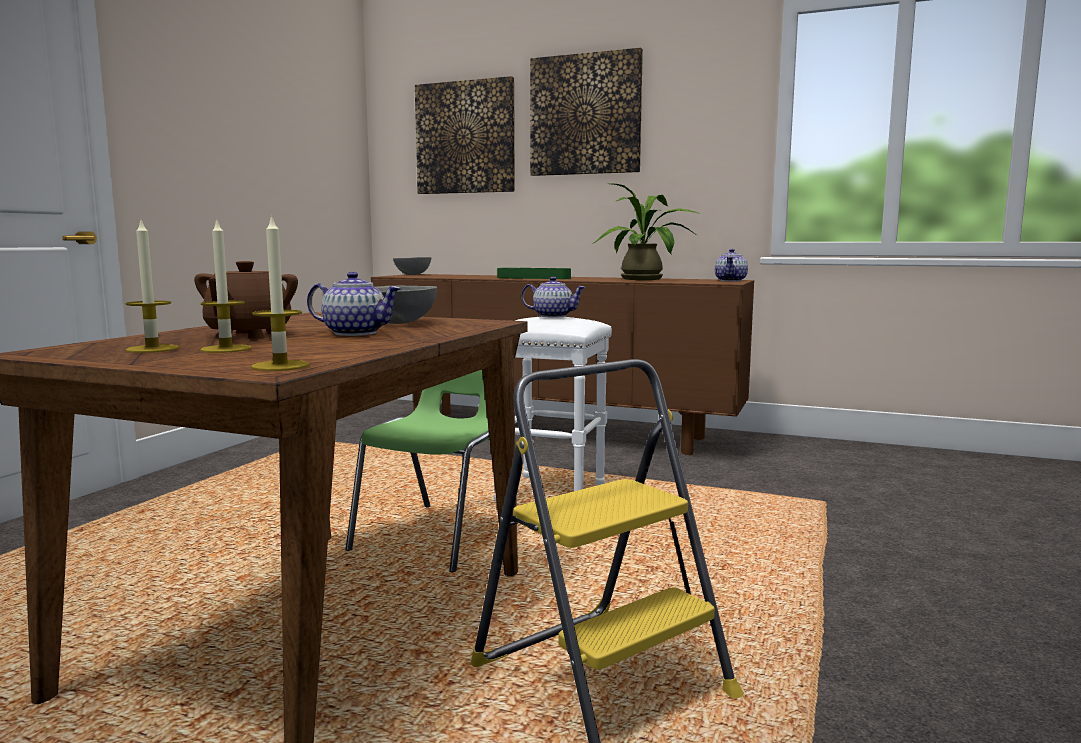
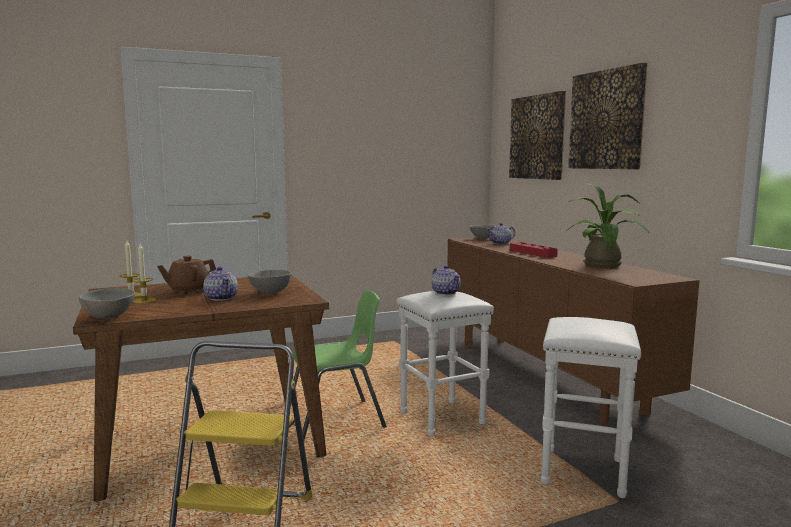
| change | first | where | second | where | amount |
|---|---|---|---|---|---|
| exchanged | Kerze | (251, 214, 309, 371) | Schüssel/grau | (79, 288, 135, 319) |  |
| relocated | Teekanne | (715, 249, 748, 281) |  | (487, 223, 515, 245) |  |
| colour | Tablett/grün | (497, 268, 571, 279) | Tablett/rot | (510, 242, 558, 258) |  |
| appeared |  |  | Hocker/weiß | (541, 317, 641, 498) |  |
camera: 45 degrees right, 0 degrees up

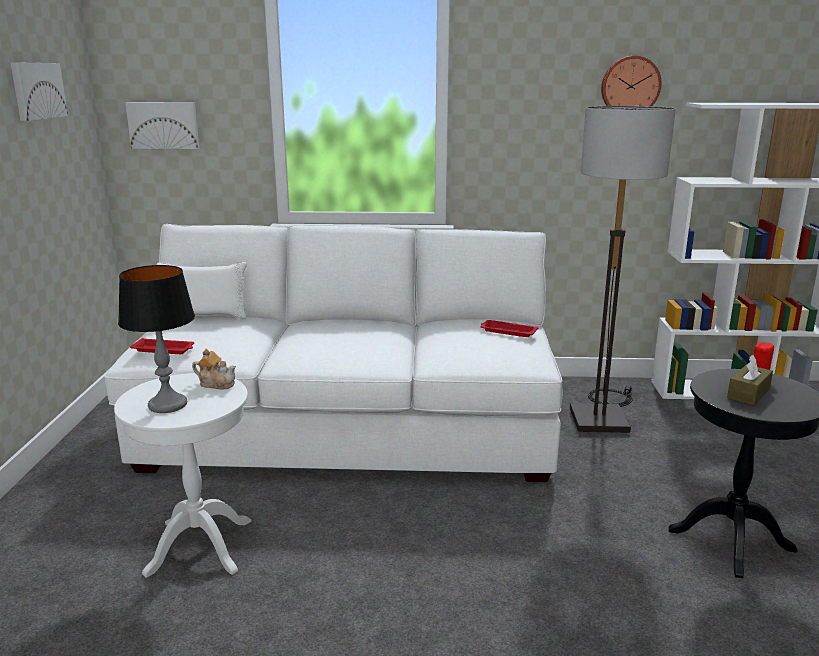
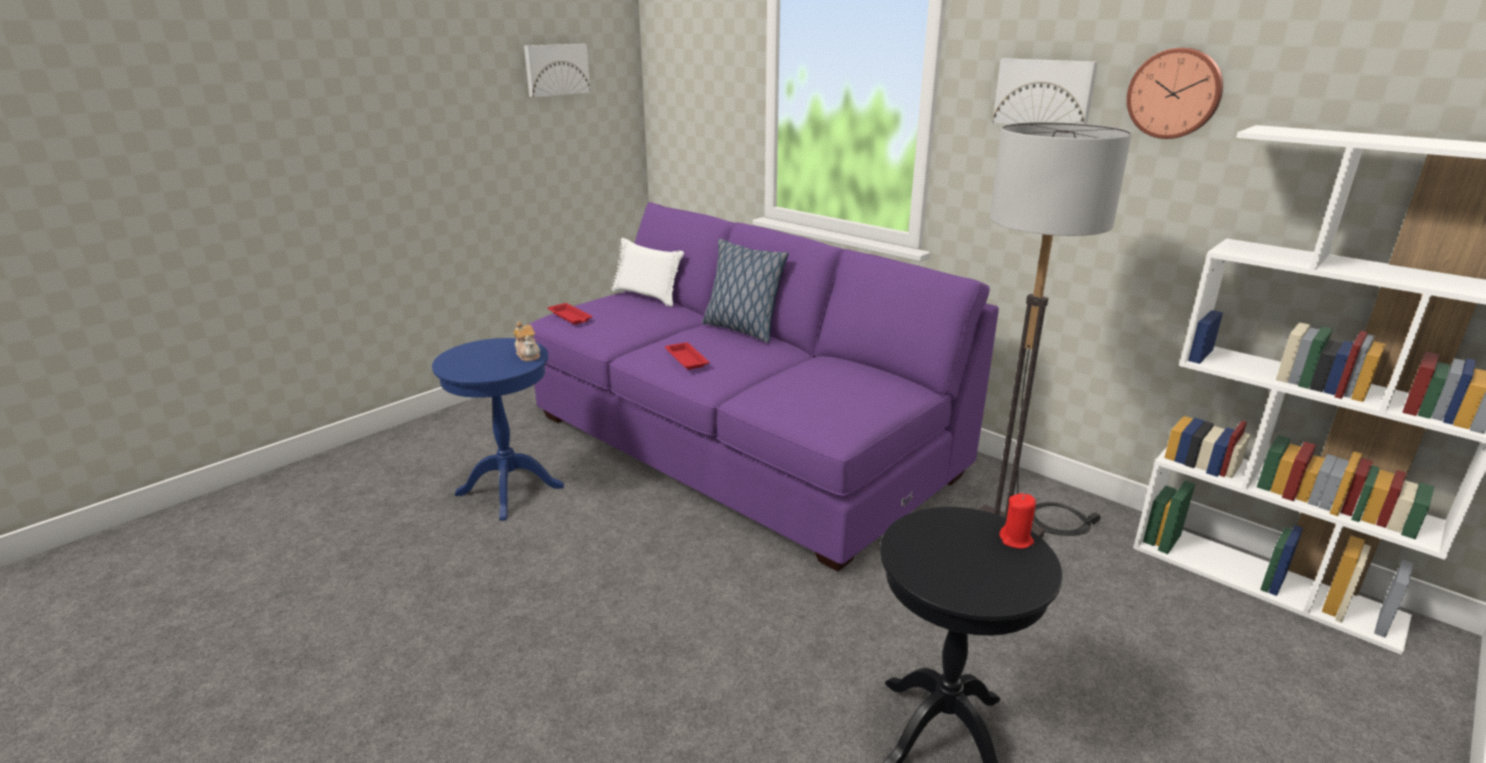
| change | first | where | second | where | amount |
|---|---|---|---|---|---|
| relocated | Bild | (125, 102, 199, 149) |  | (993, 58, 1098, 124) |  |
| colour | Sofa/weiß | (104, 224, 563, 482) | Sofa/lila | (528, 202, 999, 572) |  |
| missing | Tischlampe | (118, 265, 195, 413) |  |  |  |
| relocated | Tablett/rot | (481, 320, 539, 337) |  | (665, 342, 709, 370) |  |
| missing | Taschentuchbox/braun | (727, 355, 773, 405) |  |  |  |
| colour | Beistelltisch/weiß | (114, 373, 252, 578) | Beistelltisch/blau | (432, 338, 564, 521) |  |
| appeared |  |  | Kissen | (702, 239, 788, 343) |  |
camera: 40 degrees right, 5 degrees up

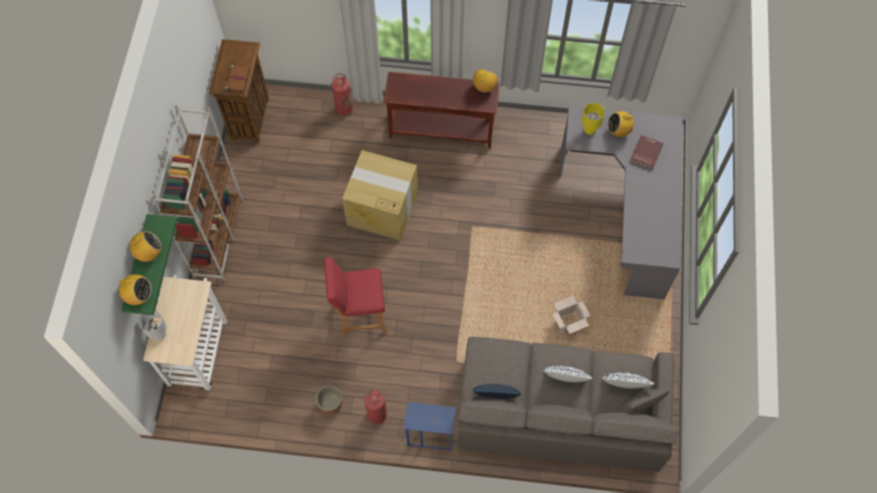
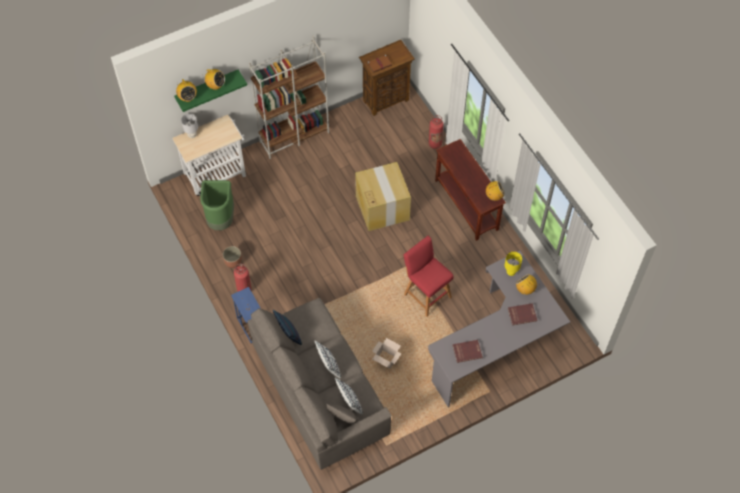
| change | first | where | second | where | amount |
|---|---|---|---|---|---|
| relocated | Hocker/rot | (324, 257, 387, 338) |  | (404, 236, 453, 317) |  |
| appeared |  |  | Mülleimer/grün | (200, 180, 234, 230) |  |
| appeared |  |  | Buch/rot | (453, 340, 483, 363) |  |
camera: 55 degrees right, 5 degrees down

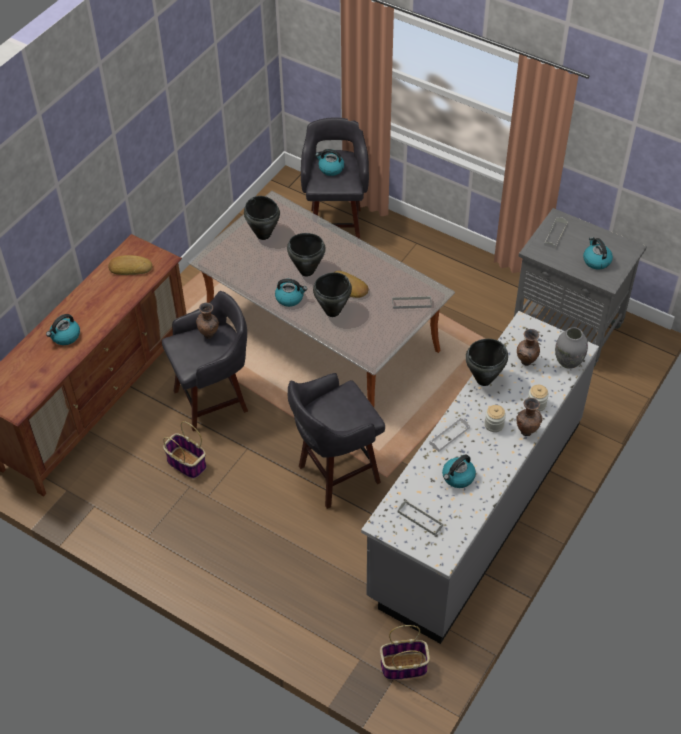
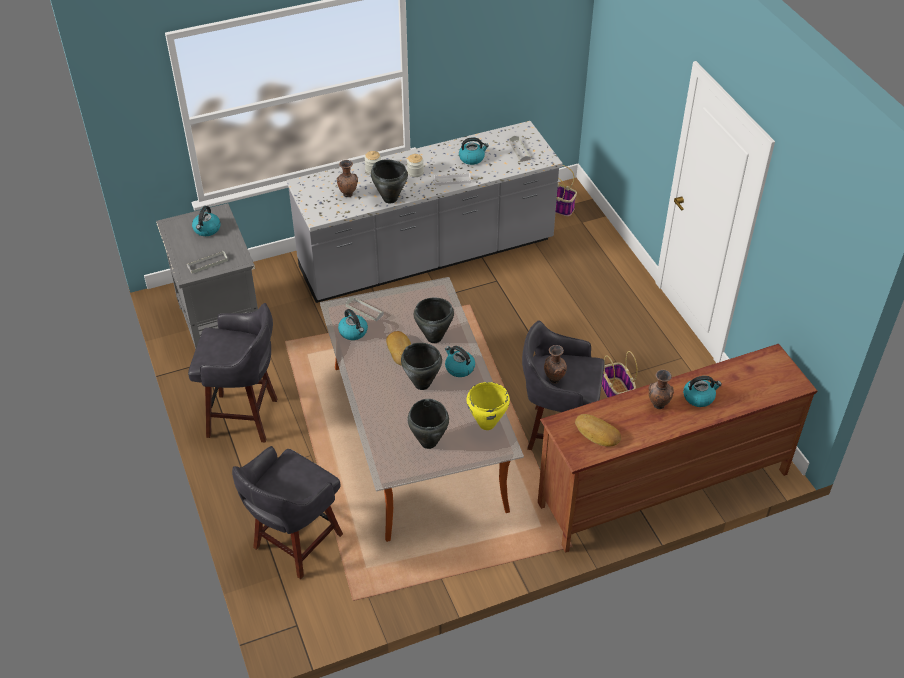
| change | first | where | second | where | amount |
|---|---|---|---|---|---|
| relocated | Wasserkessel | (315, 149, 344, 176) |  | (338, 309, 368, 340) |  |
| missing | Vase/grau | (555, 327, 588, 369) |  |  |  |
| relocated | Hocker/grau | (288, 373, 385, 509) |  | (188, 303, 277, 443) |  |
| relocated | Vase/braun | (516, 398, 543, 436) |  | (649, 369, 674, 409) |  |
| appeared |  |  | Kochtopf/gelb | (467, 382, 510, 430) |  |
camera: 145 degrees left, 5 degrees down

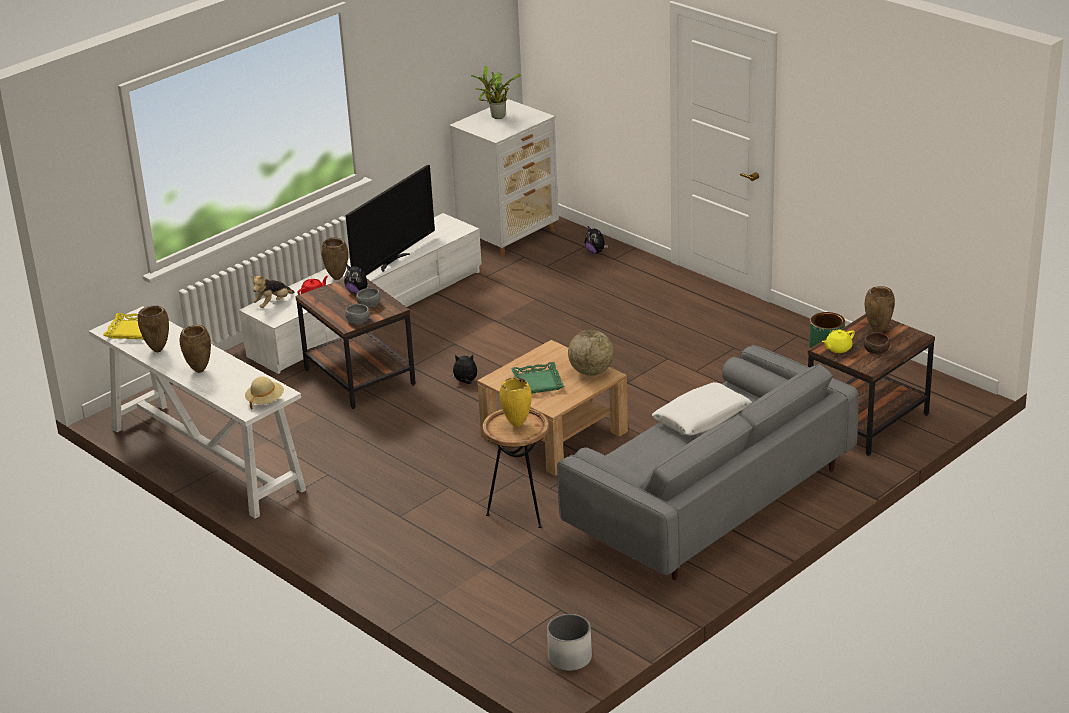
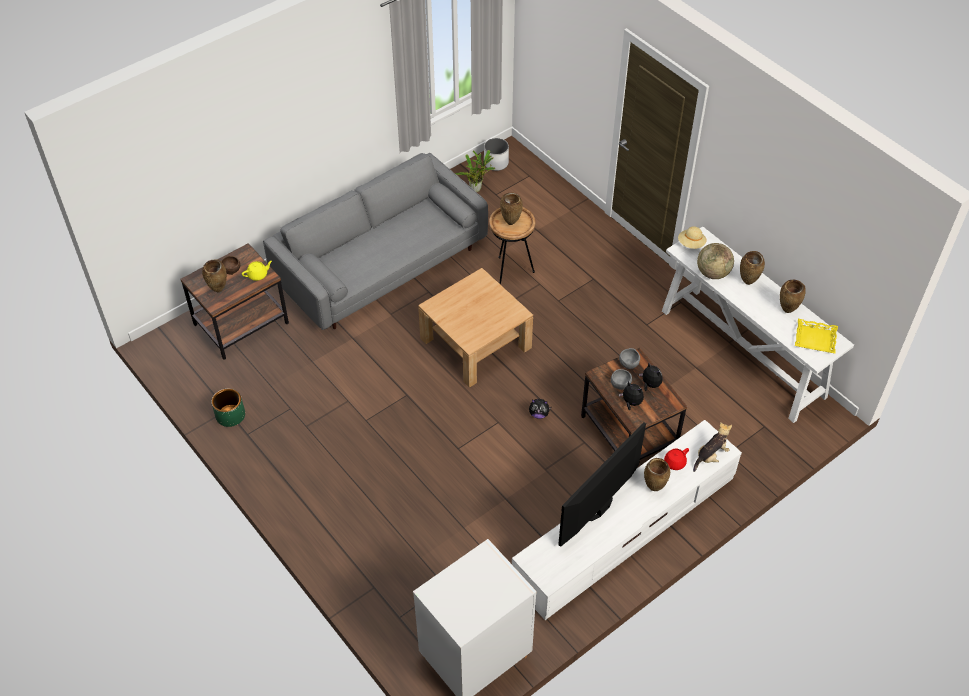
| change | first | where | second | where | amount |
|---|---|---|---|---|---|
| relocated | Topfpflanze | (471, 66, 521, 119) |  | (455, 150, 495, 192) |  |
| relocated | Plüschtier | (585, 226, 608, 254) |  | (639, 363, 663, 391) |  |
| relocated | Globus | (568, 330, 614, 376) |  | (697, 243, 734, 279) |  |
| missing | Tablett/grün | (511, 362, 564, 394) |  |  |  |
| colour | Vase/gelb | (500, 378, 532, 427) | Vase/braun | (500, 193, 523, 225) |  |
| missing | Kissen/weiß | (652, 382, 752, 436) |  |  |  |
camera: 175 degrees left, 20 degrees up

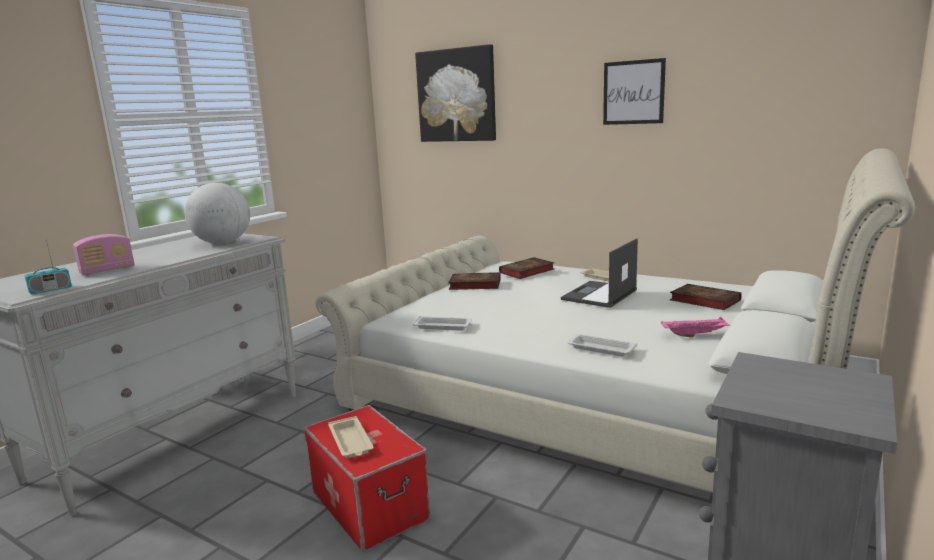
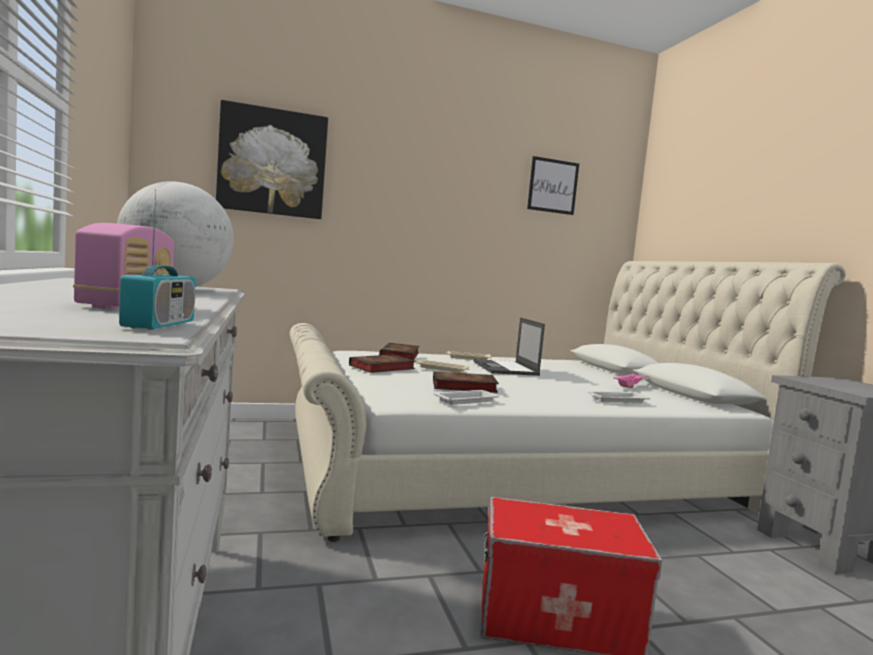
| change | first | where | second | where | amount |
|---|---|---|---|---|---|
| relocated | Bild | (603, 58, 666, 125) |  | (527, 156, 579, 215) |  |
| relocated | Buch | (670, 284, 742, 310) |  | (433, 371, 499, 393) |  |
| relocated | Tablett/beige | (328, 416, 374, 458) |  | (416, 359, 470, 373) |  |
camera: 50 degrees left, 10 degrees down

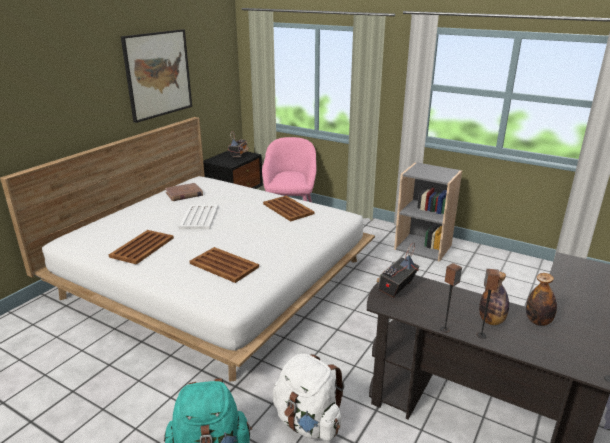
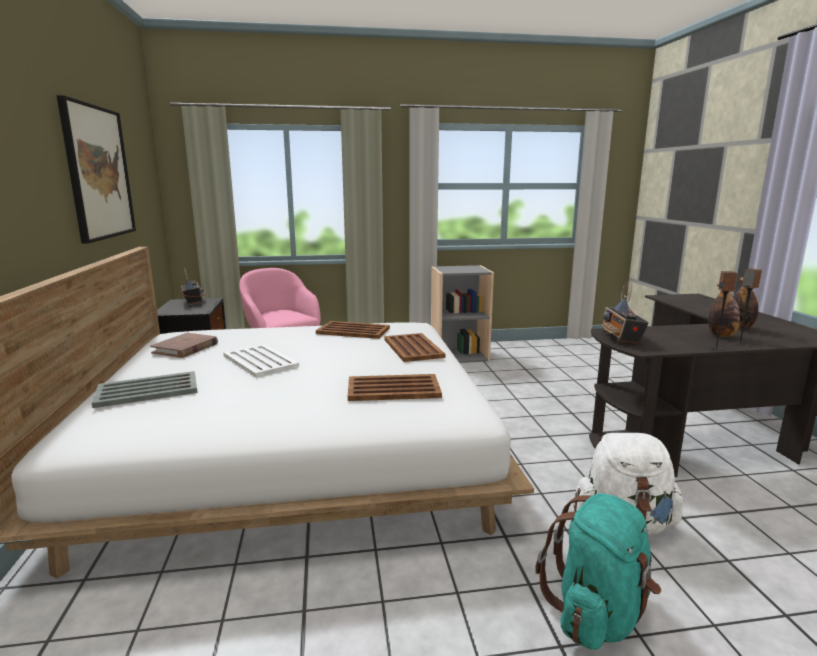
| change | first | where | second | where | amount |
|---|---|---|---|---|---|
| relocated | Tablett/braun | (109, 230, 174, 264) |  | (384, 333, 445, 362) |  |
| appeared |  |  | Tablett/grau | (92, 371, 198, 408) |  |
camera: 40 degrees left, 10 degrees down

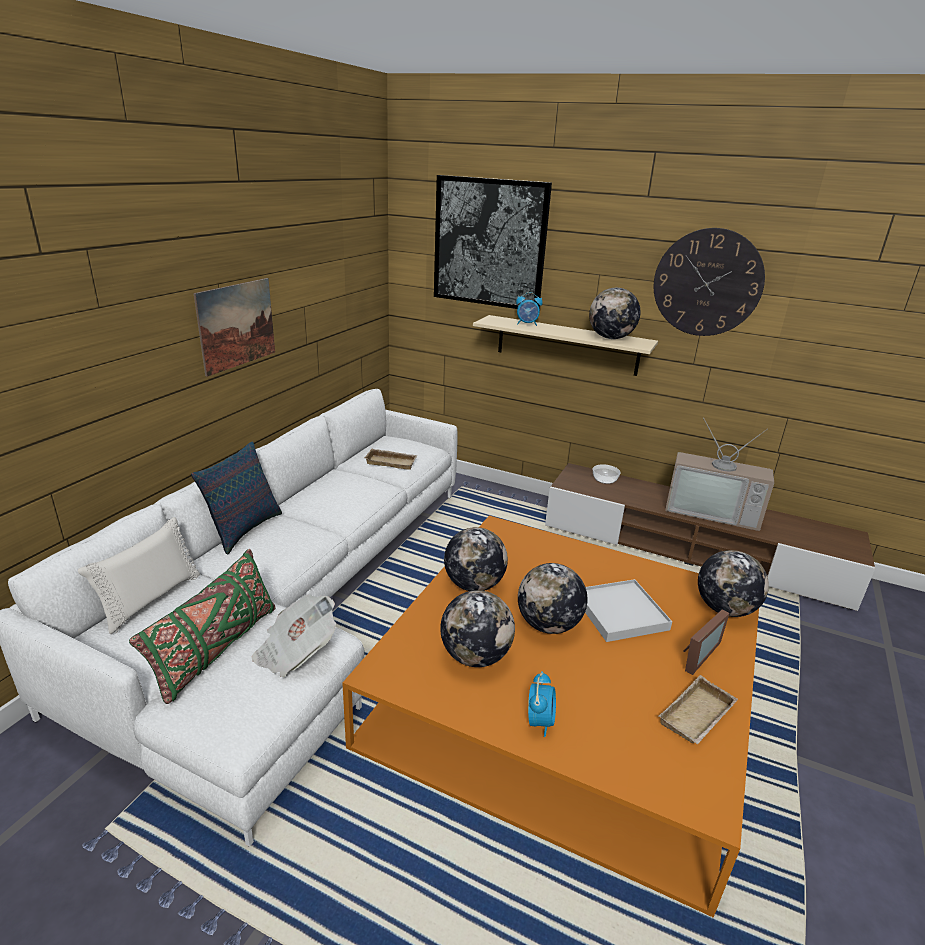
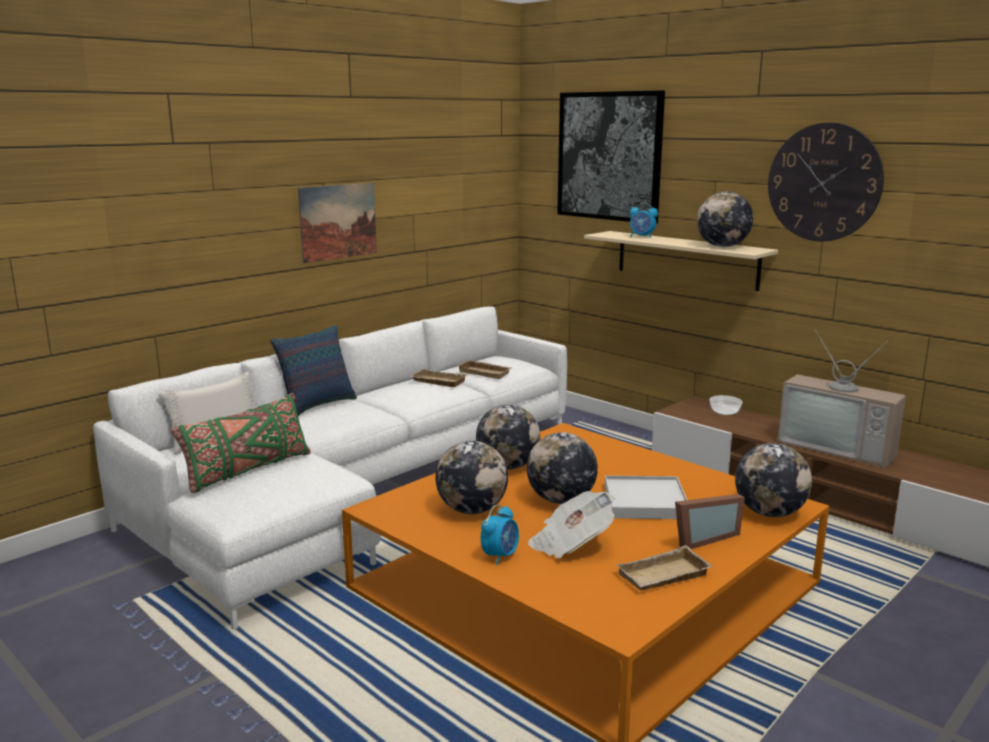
| change | first | where | second | where | amount |
|---|---|---|---|---|---|
| relocated | Zeitung | (252, 594, 336, 677) |  | (528, 491, 615, 559) |  |
| appeared |  |  | Tablett/beige | (409, 369, 467, 387) |  |
camera: 20 degrees right, 10 degrees down

